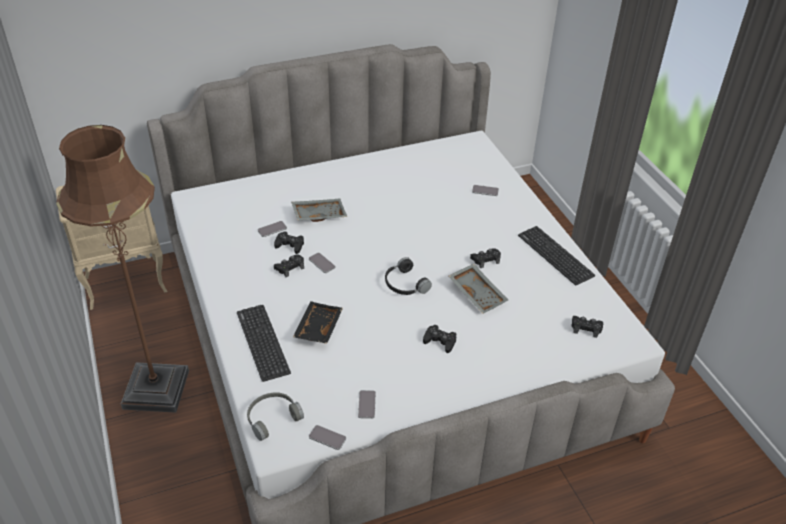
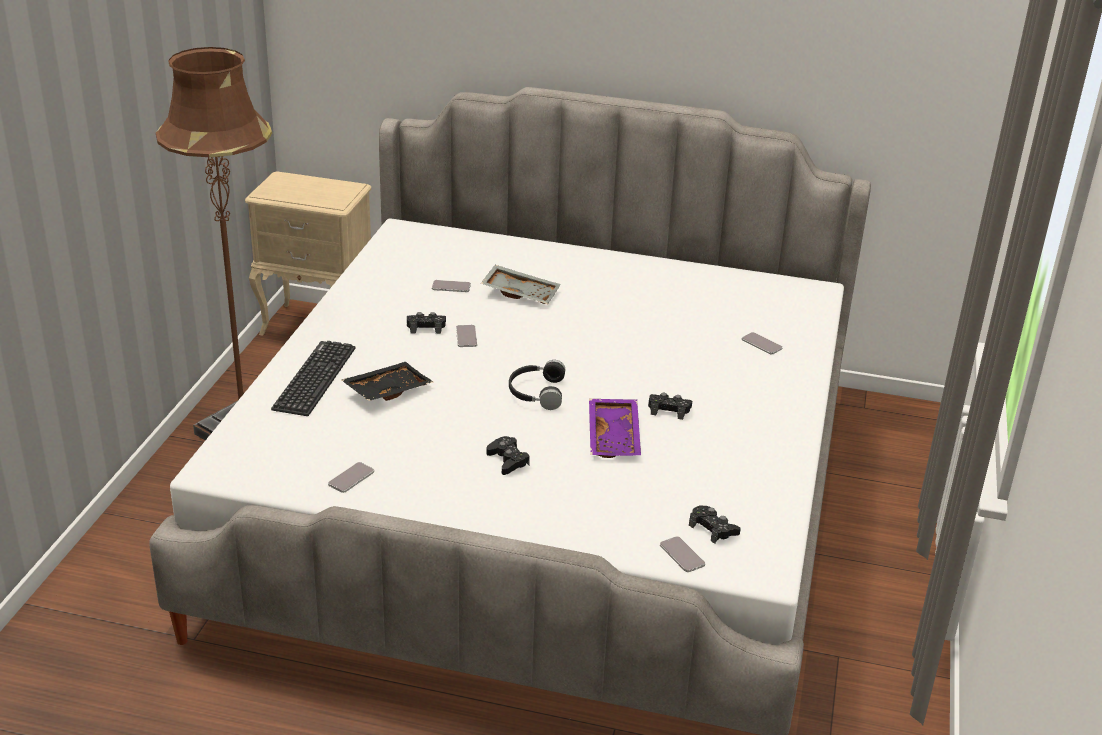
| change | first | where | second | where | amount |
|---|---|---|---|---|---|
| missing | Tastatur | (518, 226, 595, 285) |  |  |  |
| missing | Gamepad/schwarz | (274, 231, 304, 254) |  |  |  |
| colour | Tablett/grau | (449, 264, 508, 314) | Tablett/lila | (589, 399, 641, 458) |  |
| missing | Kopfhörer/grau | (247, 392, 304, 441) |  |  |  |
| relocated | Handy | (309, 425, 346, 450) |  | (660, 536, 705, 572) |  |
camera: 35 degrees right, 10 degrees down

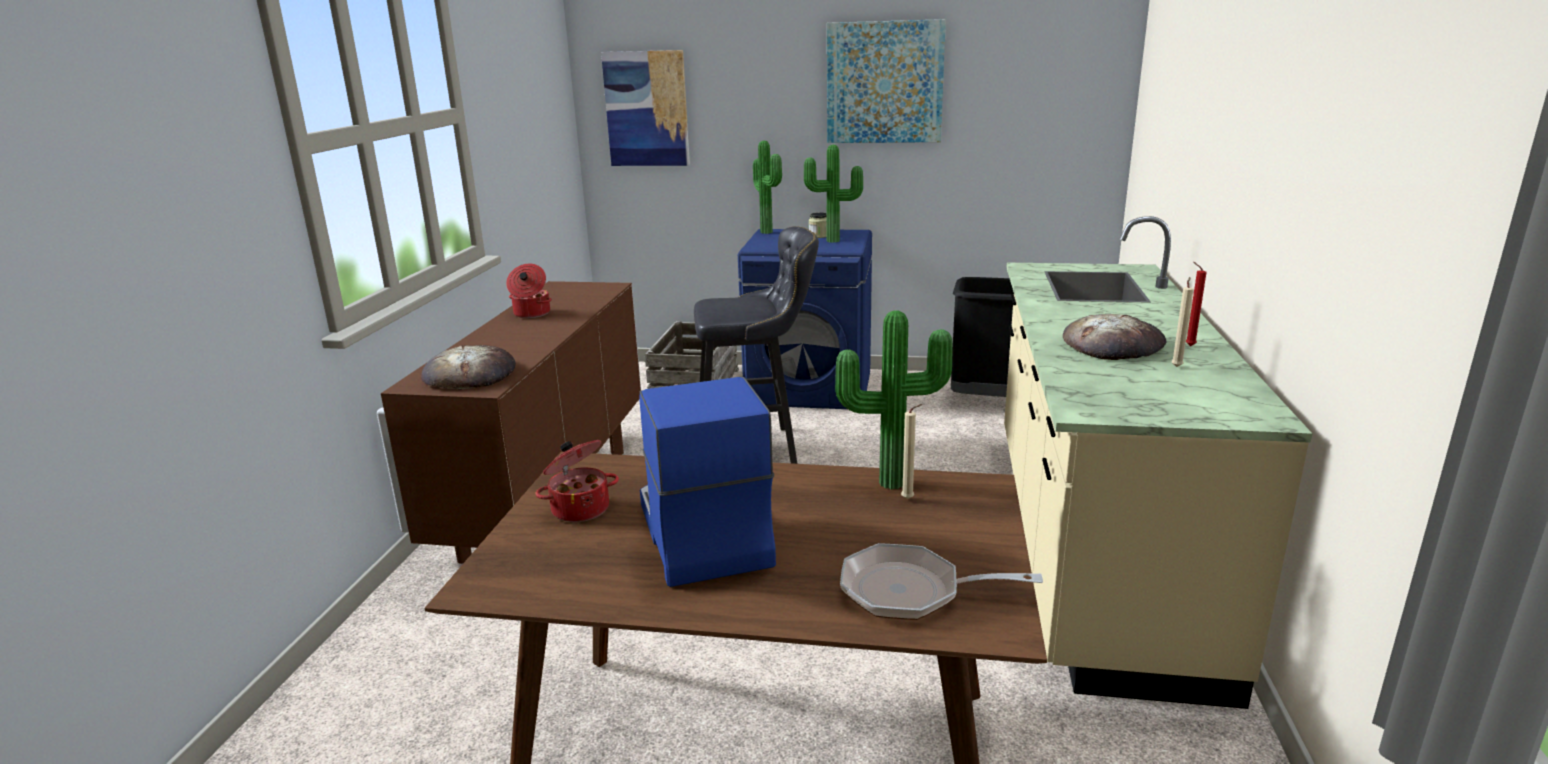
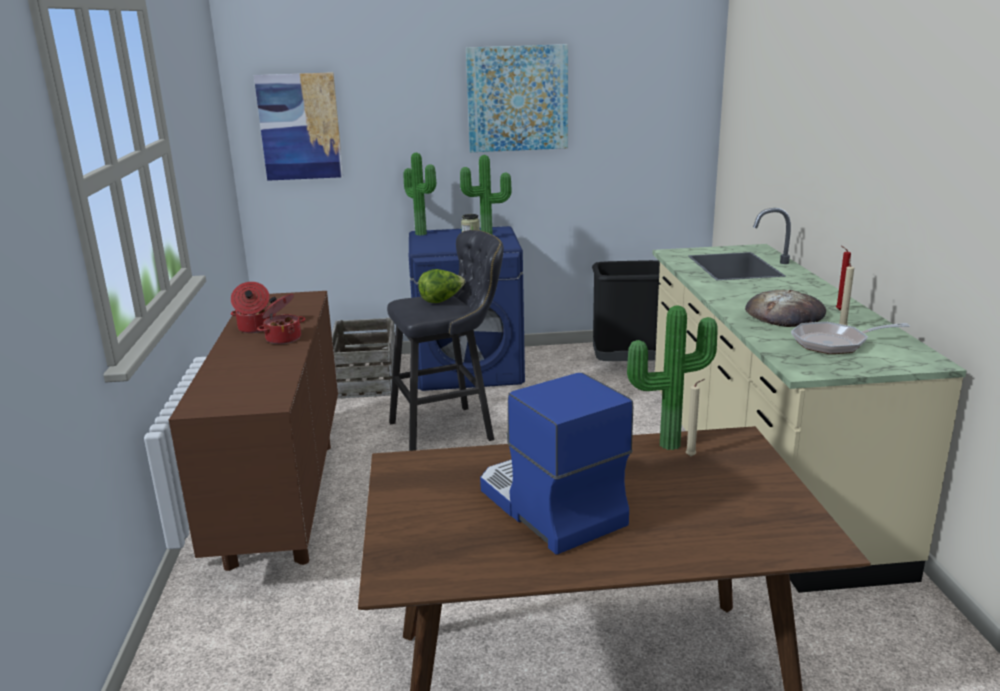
| change | first | where | second | where | amount |
|---|---|---|---|---|---|
| missing | Brot | (421, 345, 516, 389) |  |  |  |
| relocated | Kochtopf | (536, 440, 619, 522) |  | (257, 294, 306, 344) |  |
| relocated | Pfanne | (840, 543, 1043, 620) |  | (791, 322, 910, 354) |  |
| appeared |  |  | Salatkopf | (418, 269, 465, 303) |  |
camera: 15 degrees left, 0 degrees up

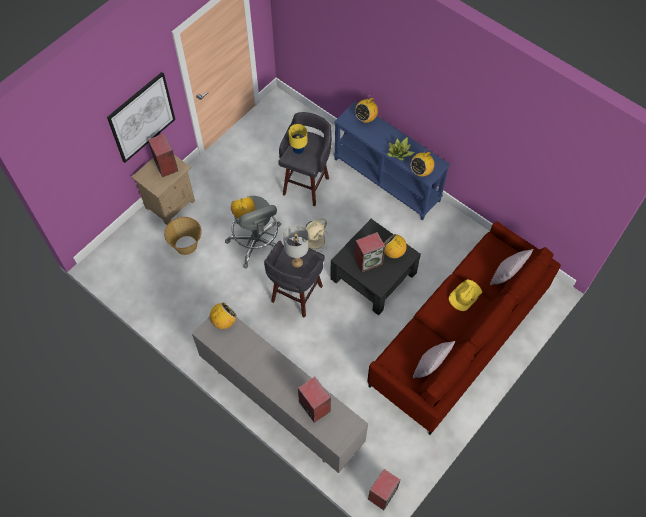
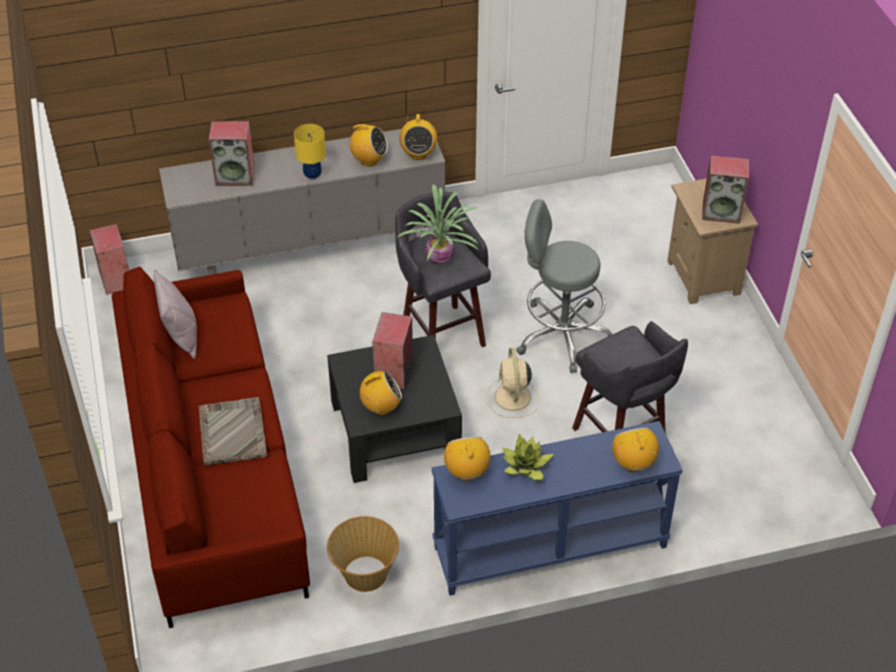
| change | first | where | second | where | amount |
|---|---|---|---|---|---|
| missing | Bild | (107, 72, 175, 163) |  |  |  |
| relocated | Tischlampe/gelb | (289, 124, 307, 154) |  | (294, 124, 326, 179) |  |
| relocated | Radio | (231, 196, 255, 218) |  | (345, 124, 388, 166) |  |
| relocated | Korb | (164, 217, 202, 255) |  | (327, 516, 399, 592) |  |
| exchanged | Tischlampe/grau | (283, 224, 309, 268) | Topfpflanze | (397, 184, 478, 264) |  |
| missing | Kissen/lila | (490, 249, 534, 285) |  |  |  |
| exchanged | Hut/gelb | (449, 279, 482, 311) | Tablett/grau | (198, 397, 267, 465) |  |
camera: 125 degrees right, 15 degrees down

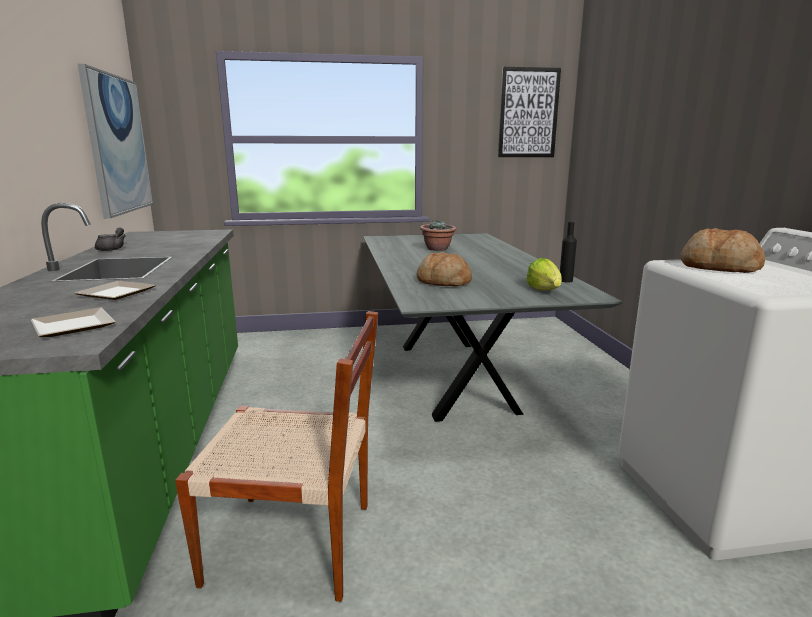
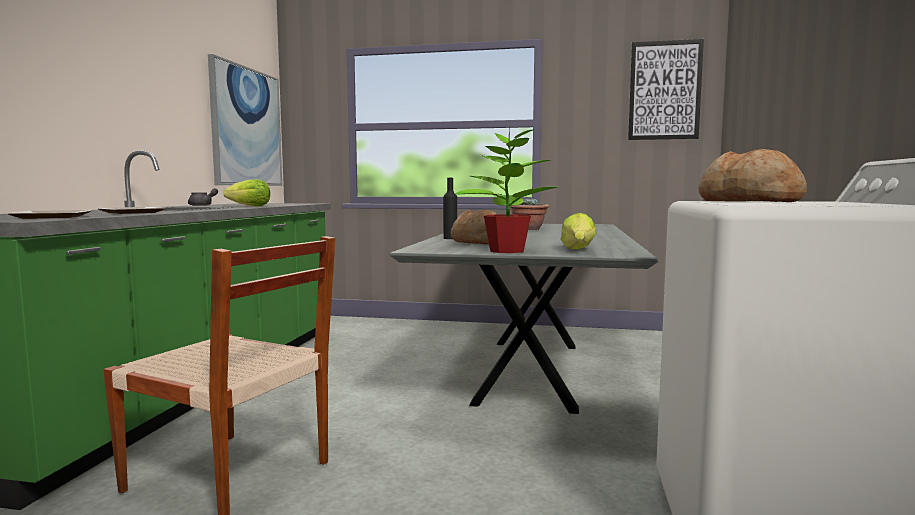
| change | first | where | second | where | amount |
|---|---|---|---|---|---|
| relocated | Flasche/schwarz | (560, 222, 577, 282) |  | (443, 178, 457, 239) |  |
| appeared |  |  | Topfpflanze | (455, 123, 558, 253) |  |
| appeared |  |  | Salatkopf | (223, 179, 270, 206) |  |
camera: 20 degrees right, 10 degrees down

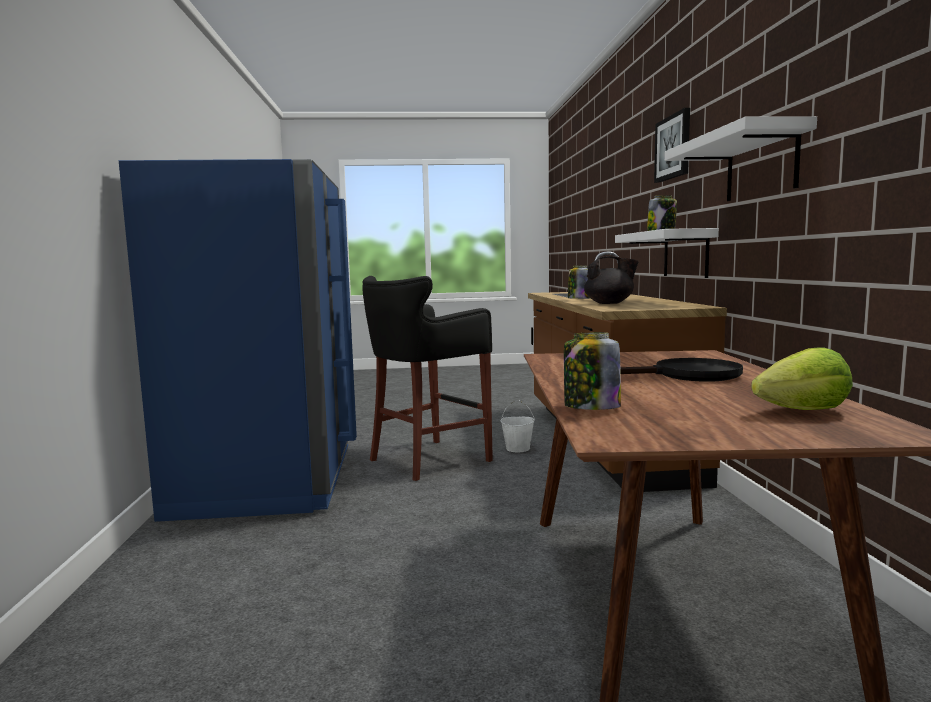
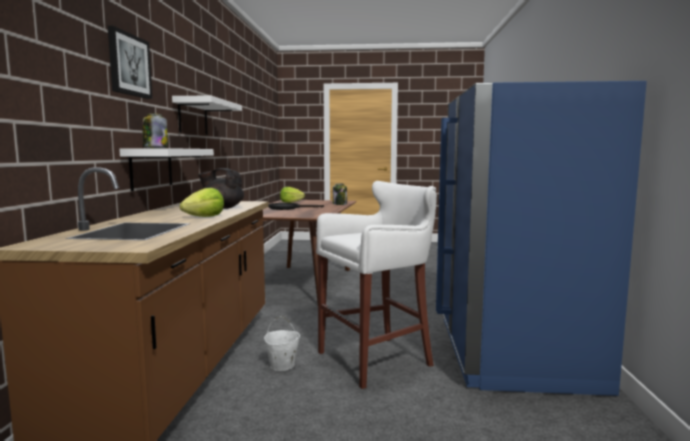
| change | first | where | second | where | amount |
|---|---|---|---|---|---|
| exchanged | Vorratsglas | (568, 265, 590, 299) | Salatkopf | (180, 188, 224, 217) |  |
| colour | Hocker/schwarz | (362, 276, 493, 481) | Hocker/weiß | (316, 181, 437, 389) |  |
camera: 170 degrees left, 0 degrees up

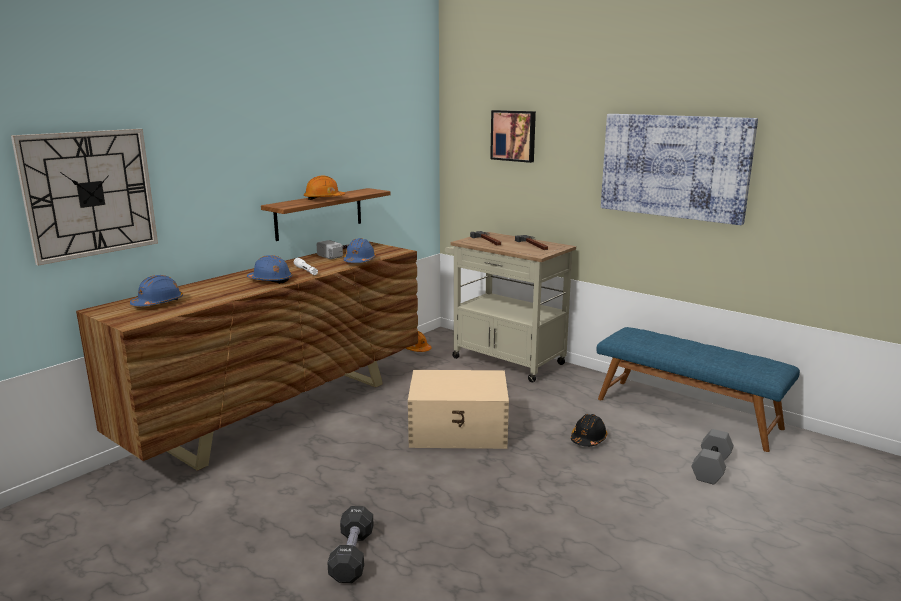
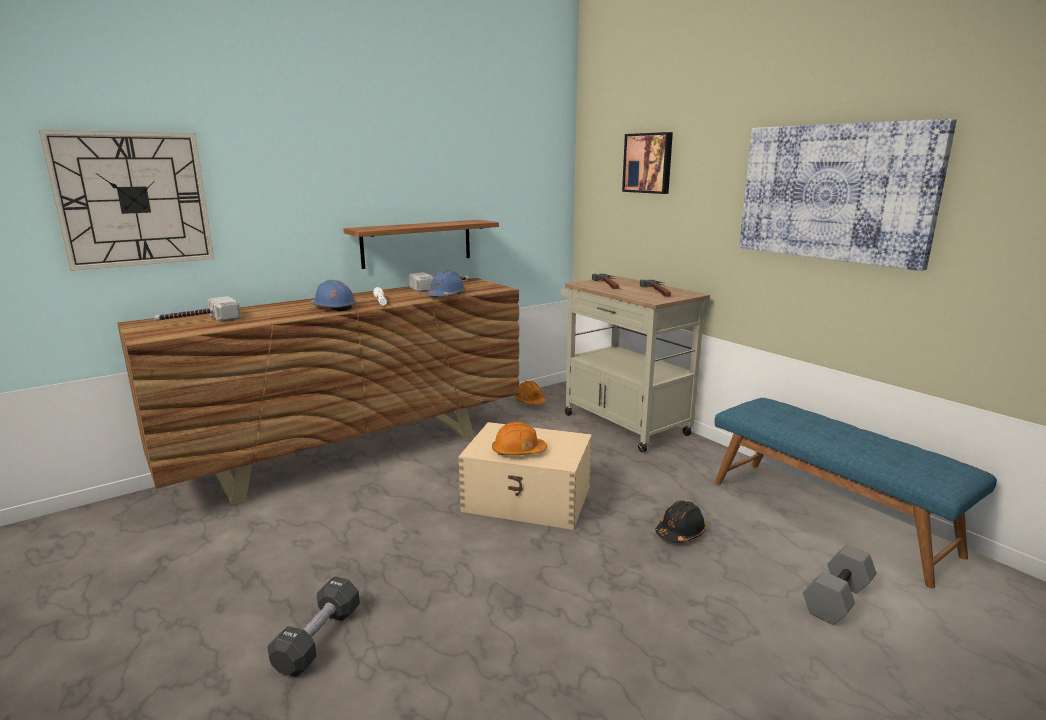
| change | first | where | second | where | amount |
|---|---|---|---|---|---|
| relocated | Schutzhelm/orange | (304, 176, 345, 200) |  | (492, 422, 547, 455) |  |
| exchanged | Schutzhelm/blau | (130, 275, 183, 306) | Hammer | (154, 296, 241, 322) |  |
camera: 15 degrees right, 0 degrees up

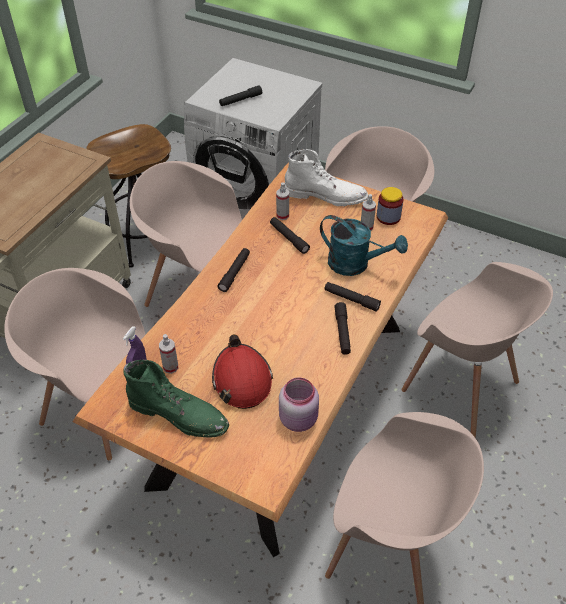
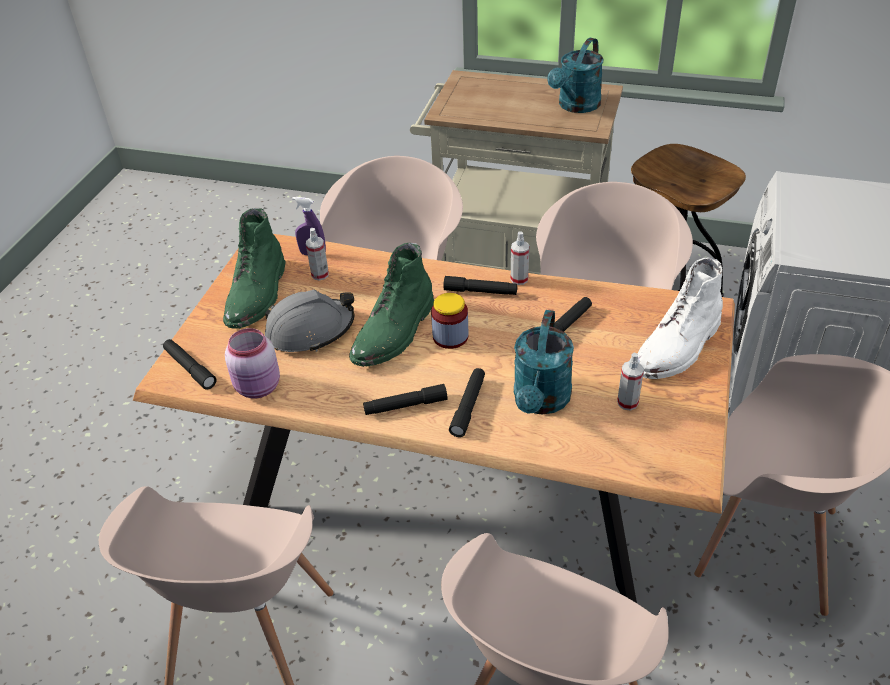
| change | first | where | second | where | amount |
|---|---|---|---|---|---|
| relocated | Taschenlampe/schwarz | (219, 85, 262, 106) |  | (163, 339, 217, 390) |  |
| spun | Stiefel/weiß | (285, 149, 368, 207) |  | (638, 258, 723, 379) | 45 degrees clockwise |
| relocated | Sprühflasche | (276, 183, 289, 220) |  | (511, 231, 529, 285) |  |
| relocated | Vorratsglas | (377, 187, 404, 225) |  | (431, 293, 469, 349) |  |
| colour | Schutzhelm/rot | (212, 334, 273, 409) | Schutzhelm/grau | (265, 290, 354, 352) |  |
| appeared |  |  | Gießkanne/türkis | (547, 38, 603, 113) |  |
| appeared |  |  | Stiefel/grün | (349, 243, 434, 367) |  |
camera: 80 degrees right, 5 degrees down

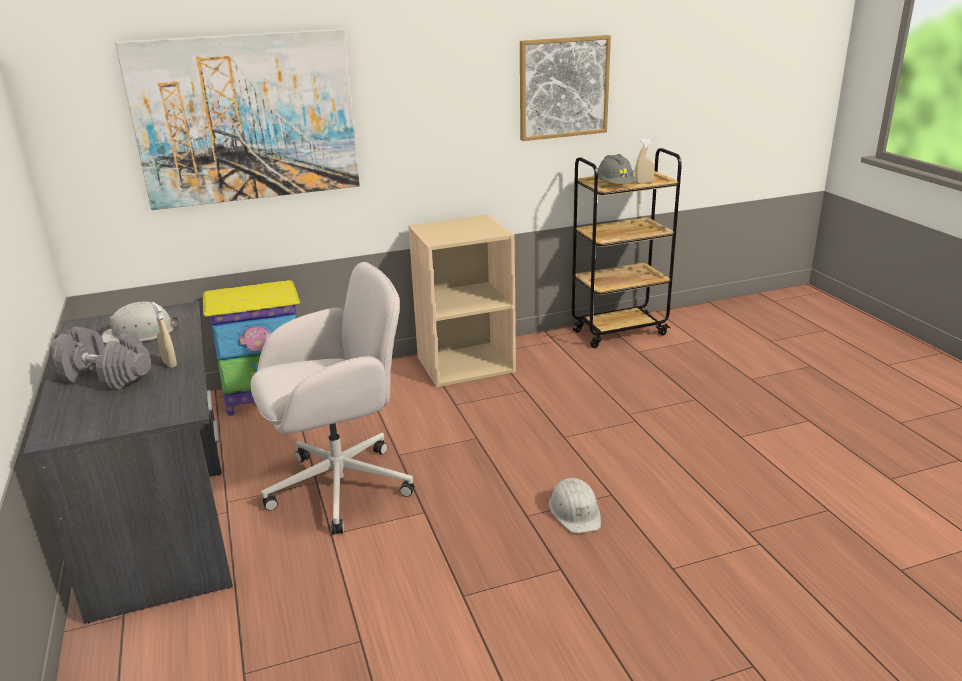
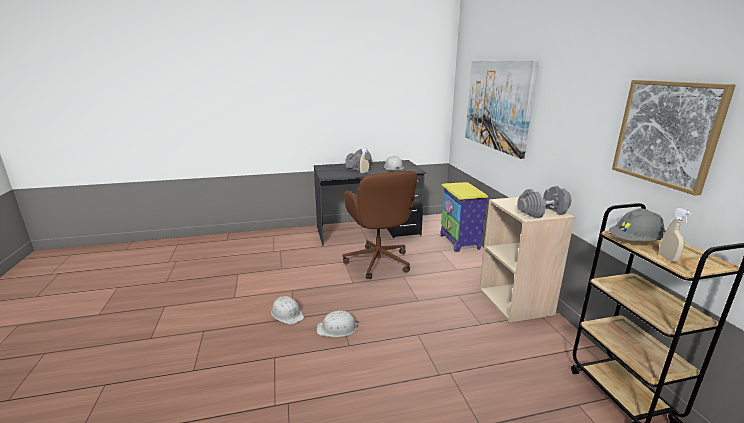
| change | first | where | second | where | amount |
|---|---|---|---|---|---|
| colour | Bürostuhl/weiß | (251, 262, 415, 534) | Bürostuhl/braun | (343, 171, 417, 279) |  |
| appeared |  |  | Hantel/grau | (517, 186, 572, 218) |  |
| appeared |  |  | Schutzhelm/weiß | (271, 296, 304, 325) |  |
camera: 95 degrees right, 5 degrees down

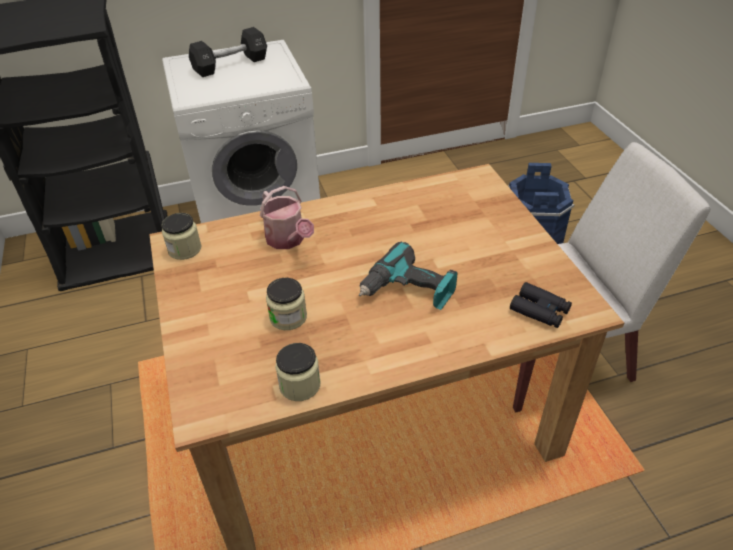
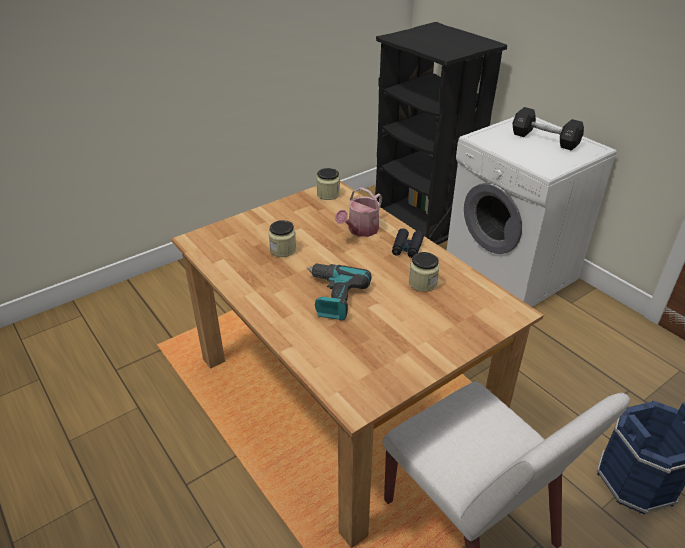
| change | first | where | second | where | amount |
|---|---|---|---|---|---|
| relocated | Fernglas/schwarz | (510, 282, 572, 328) |  | (392, 228, 424, 258) |  |
| relocated | Vorratsglas | (275, 343, 321, 401) |  | (409, 252, 439, 292) |  |
camera: 70 degrees right, 5 degrees down

